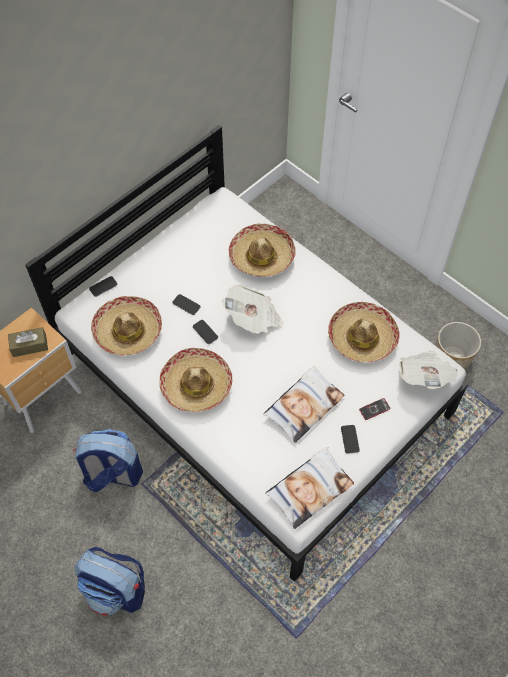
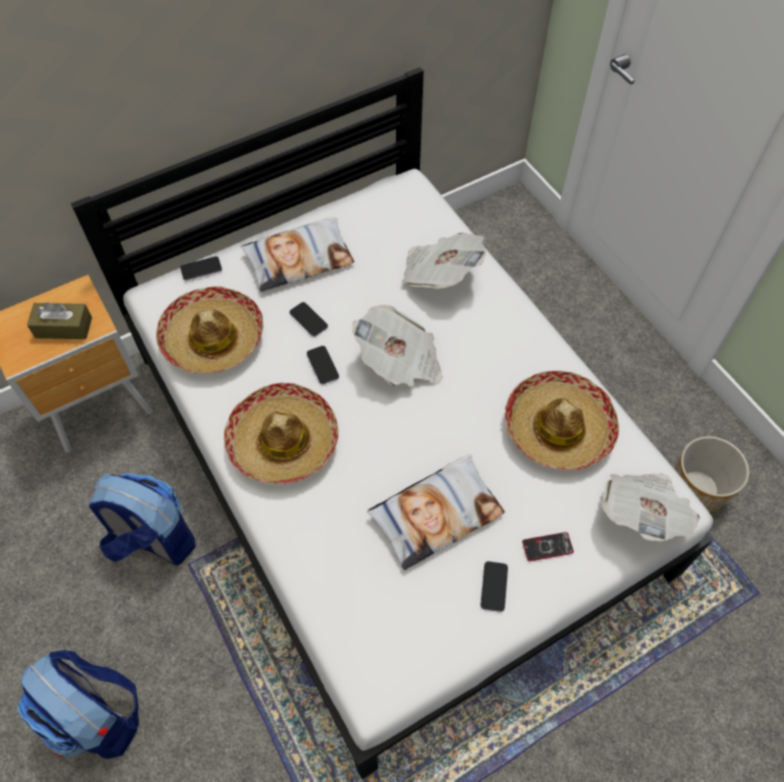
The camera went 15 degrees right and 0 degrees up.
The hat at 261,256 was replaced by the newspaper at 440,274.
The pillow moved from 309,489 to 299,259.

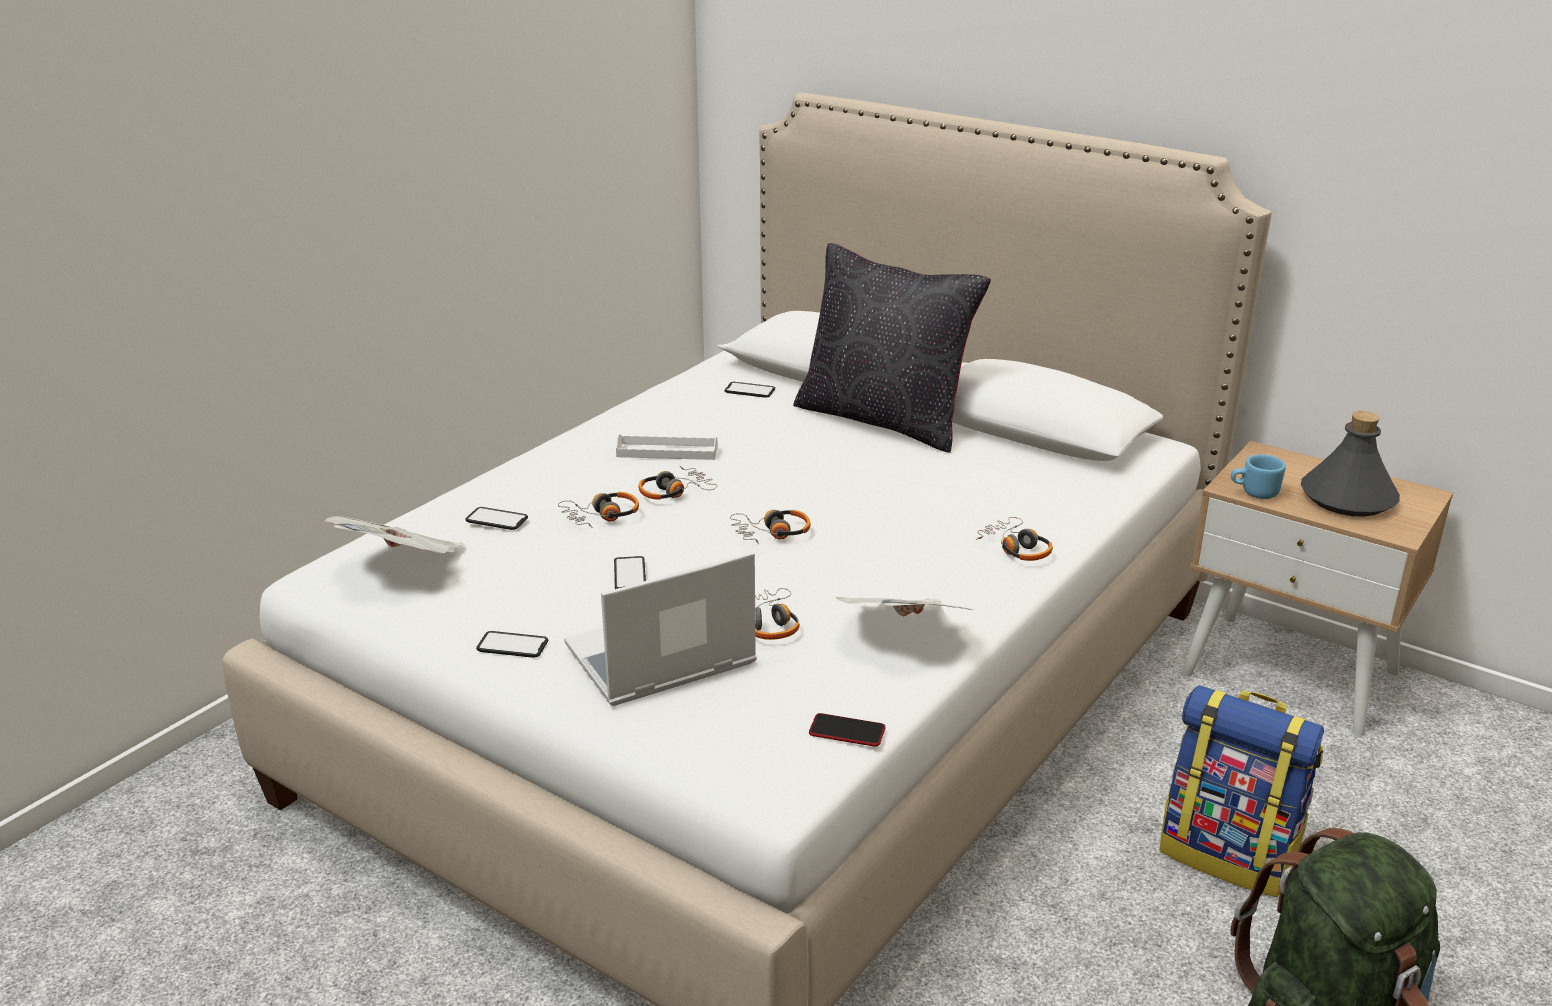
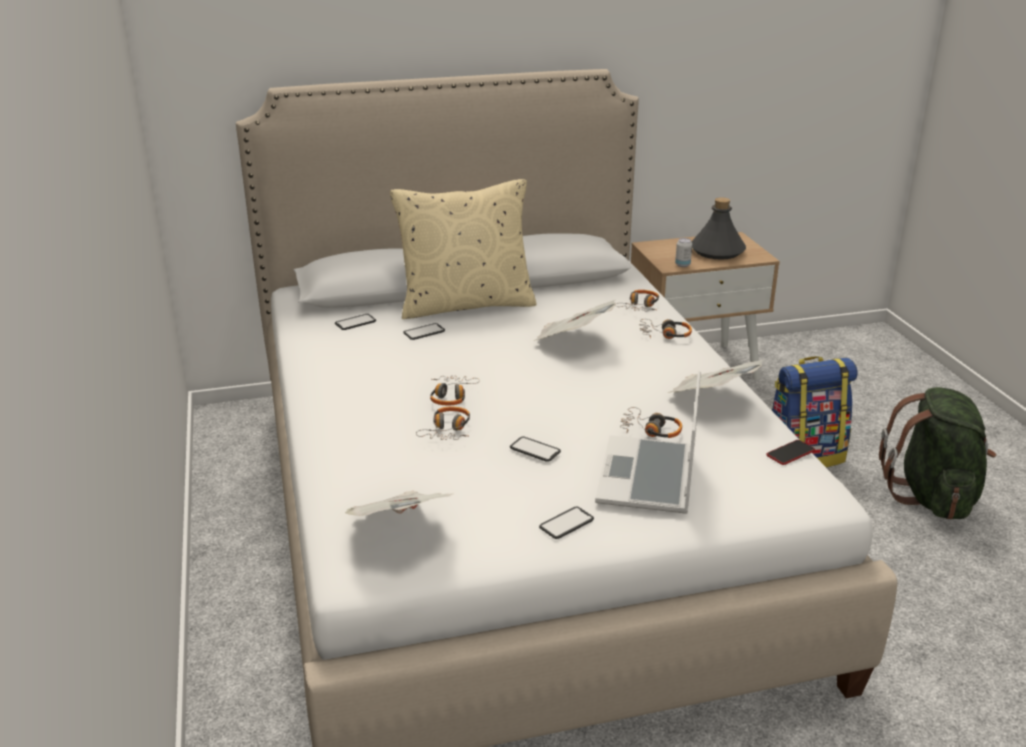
The camera went 50 degrees left and 0 degrees up.
The phone moved from 496,519 to 424,332.
The tray (white) at 667,451 disappeared.
The headphones moved from 771,533 to 640,306.
The pillow (black) at 884,419 became the pillow (beige) at 465,304.
The mug (blue) at 1253,493 was replaced by the can at 682,265.
The newspaper at 573,340 appeared.

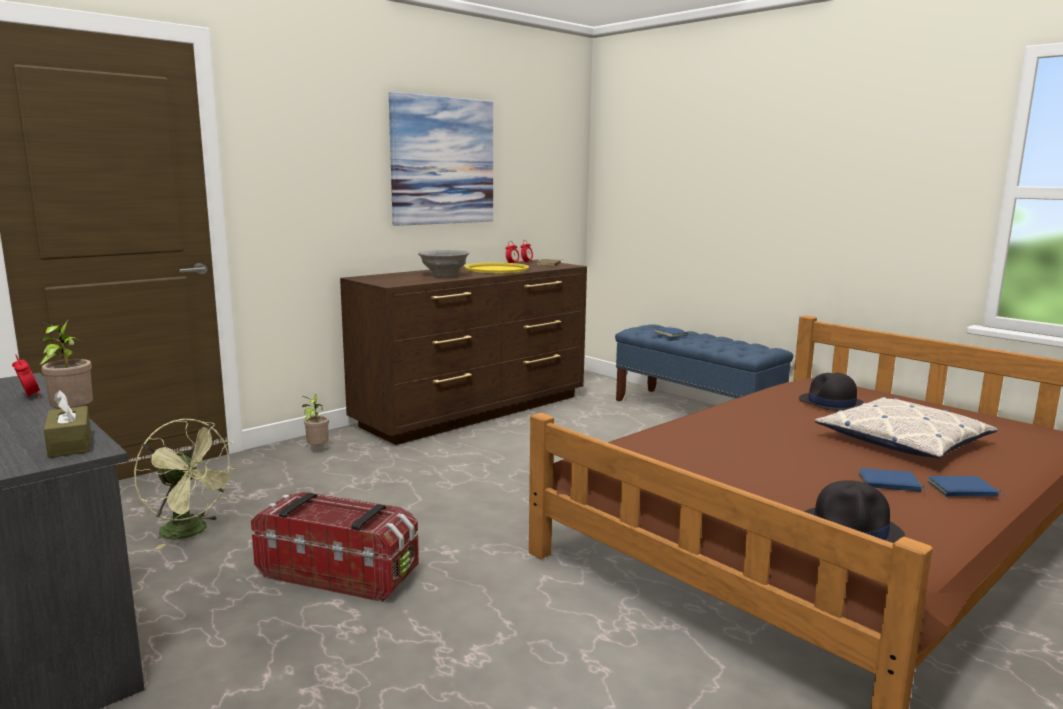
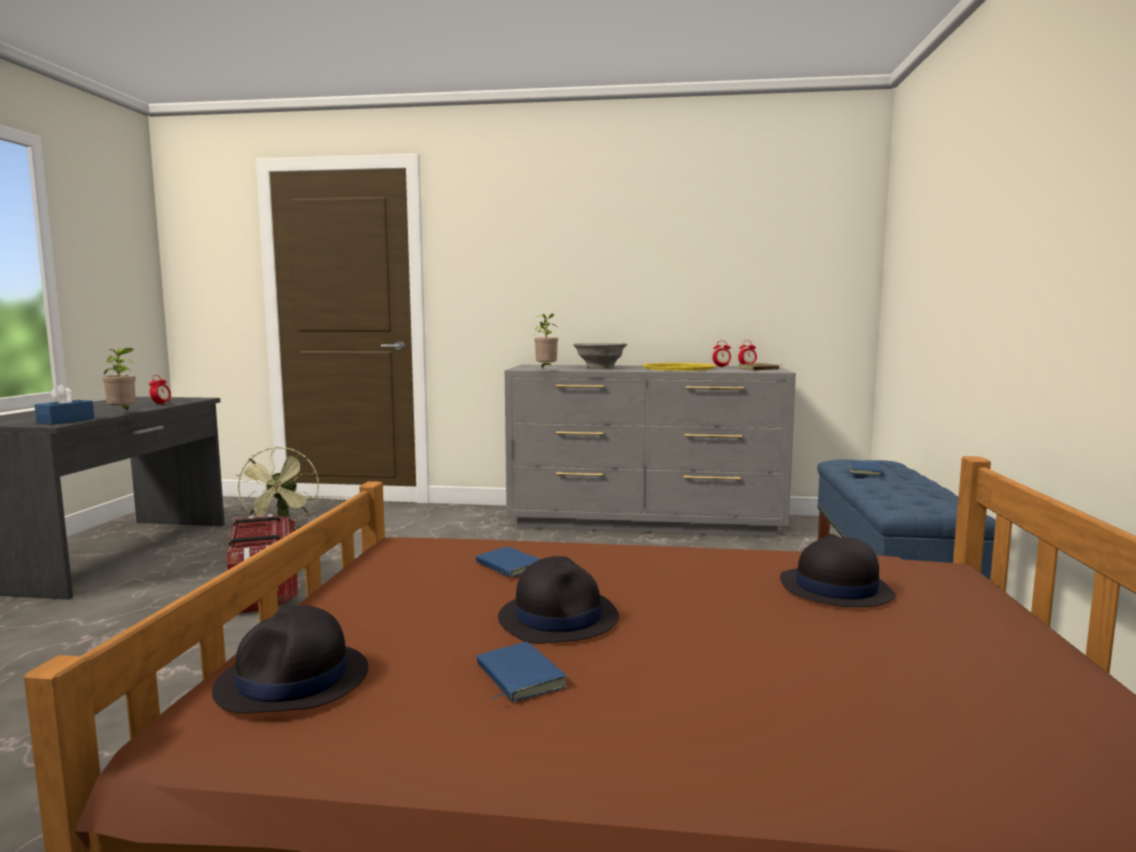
The camera went 50 degrees right and 5 degrees down.
The tissue box (brown) at 70,444 became the tissue box (blue) at 66,421.
The potted plant moved from 317,449 to 546,369.
The dresser (brown) at 475,411 became the dresser (grey) at 646,522.
The picture at 442,161 disappeared.
The pillow at 903,441 disappeared.
The book (blue) moved from 962,491 to 507,566.
The hat (black) at 558,618 appeared.

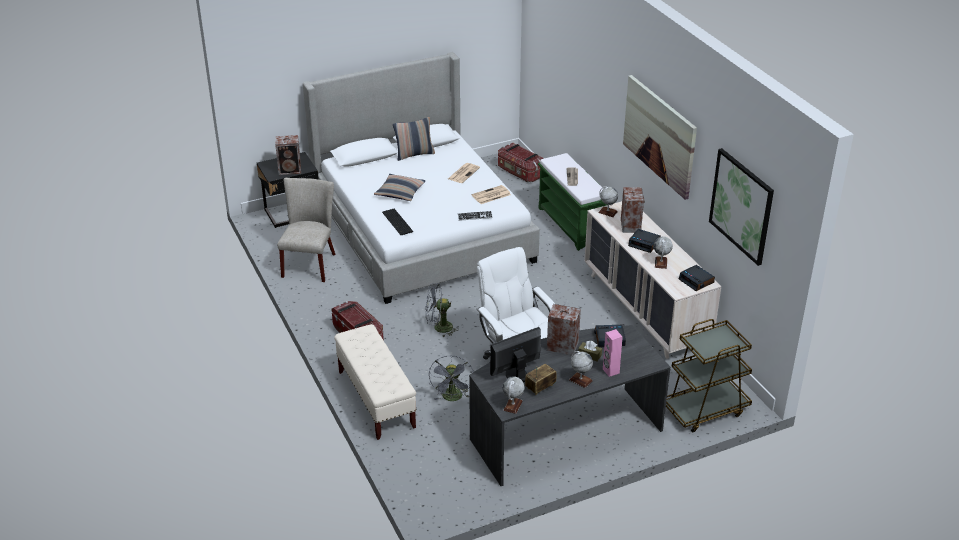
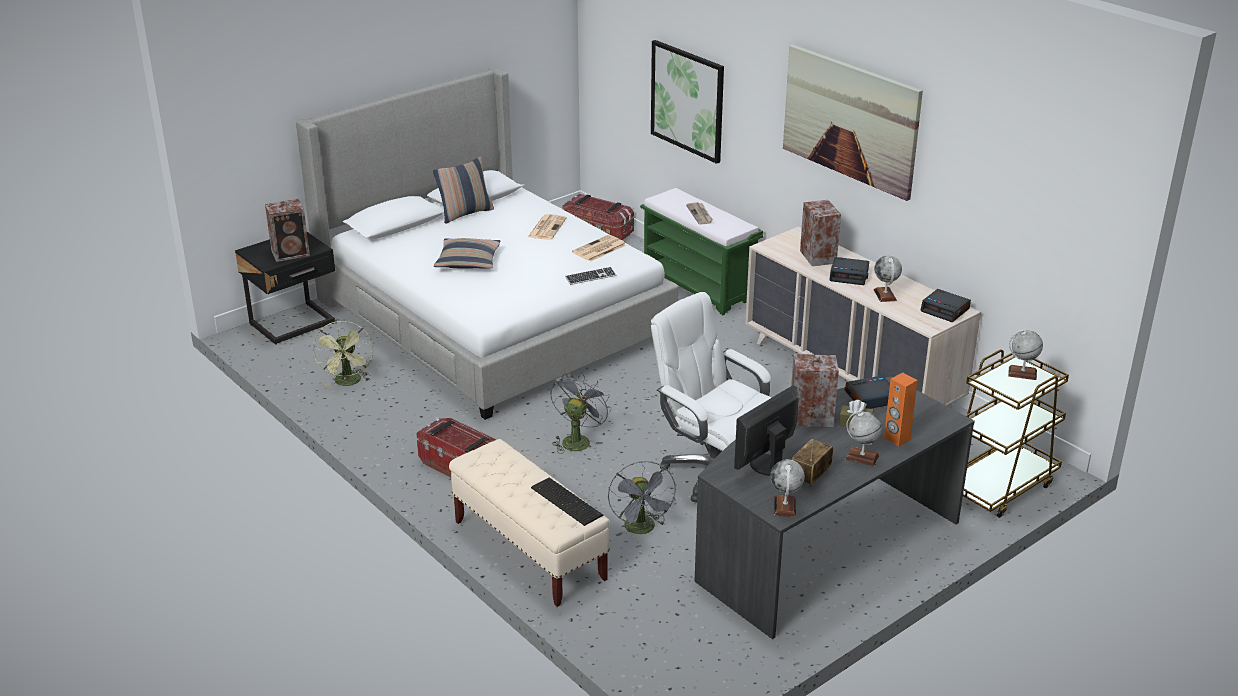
The camera went 15 degrees left and 5 degrees down.
The chair (beige) at 310,263 was replaced by the fan (green) at 348,383.
The keyboard moved from 398,221 to 567,500.
The fan (grey) at 439,328 turned 135 degrees clockwise.
The globe moved from 607,212 to 1022,373.
The speaker (pink) at 610,371 became the speaker (orange) at 896,439.
The picture moved from 741,206 to 687,100.

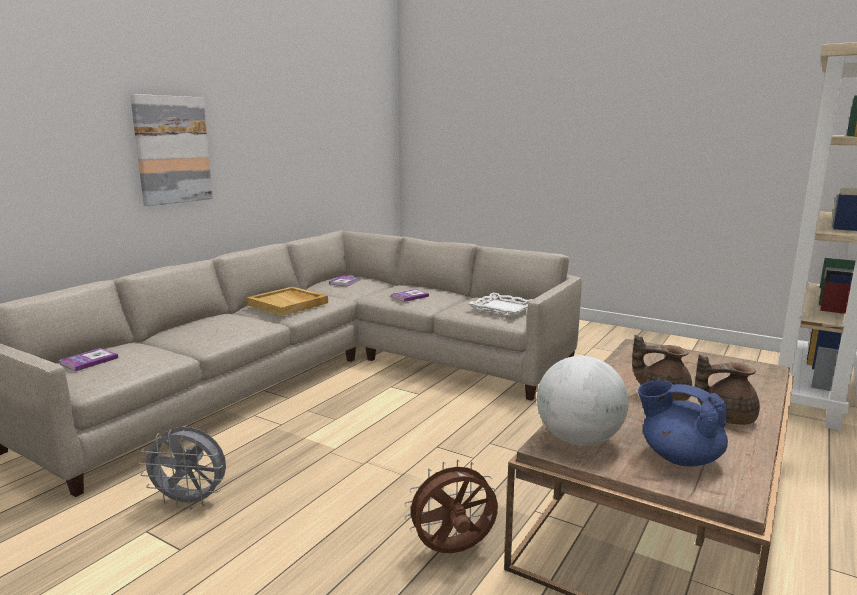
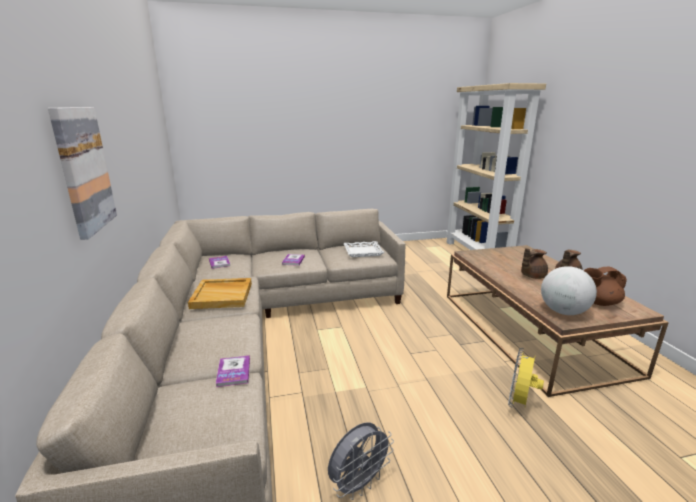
The camera went 45 degrees left and 5 degrees up.
The book moved from 89,361 to 233,372.
The fan (brown) at 453,551 became the fan (yellow) at 519,403.
The teapot (blue) at 679,457 became the teapot (brown) at 597,302.

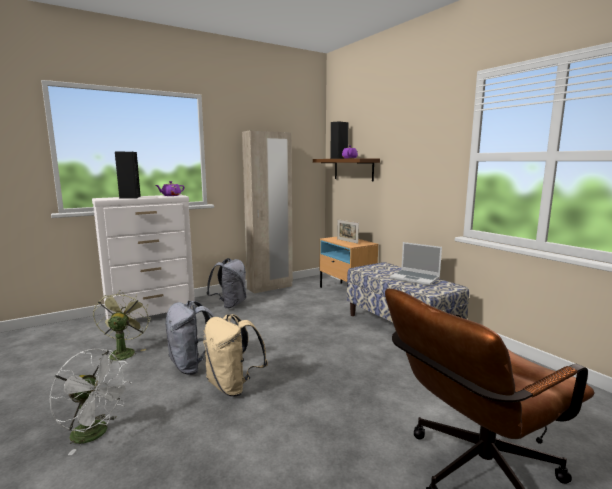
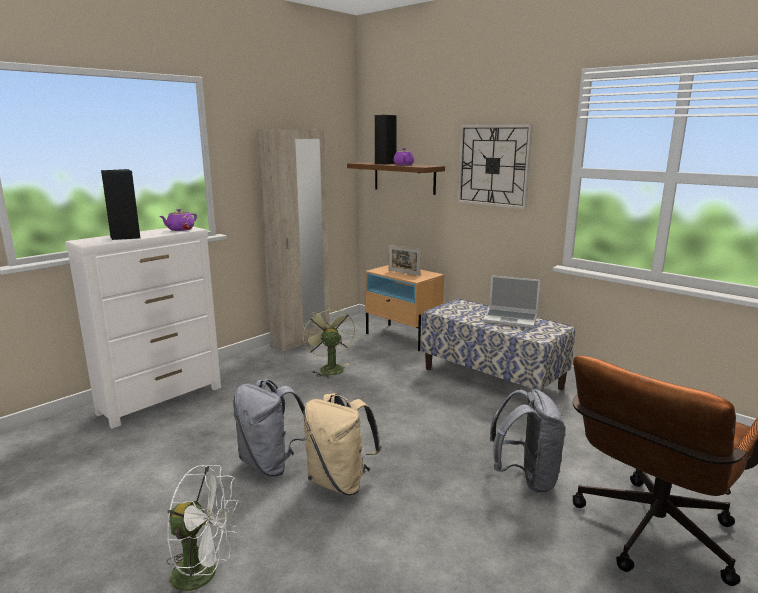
The camera went 15 degrees left and 5 degrees up.
The fan (green) moved from 123,352 to 329,368.
The backpack (grey) moved from 230,304 to 526,478.
The wall clock at 493,165 appeared.

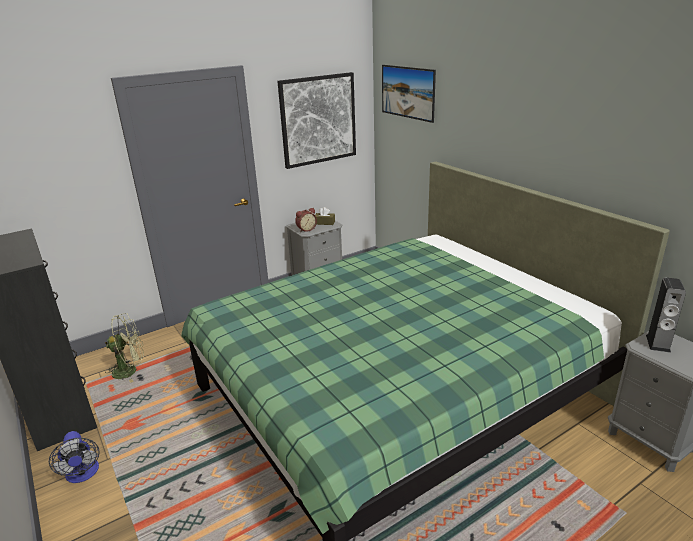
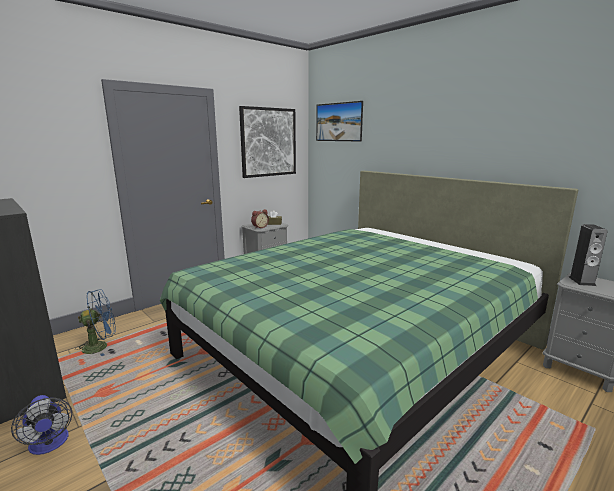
The camera went 10 degrees left and 10 degrees down.
The fan (green) at 130,370 became the fan (blue) at 101,346.

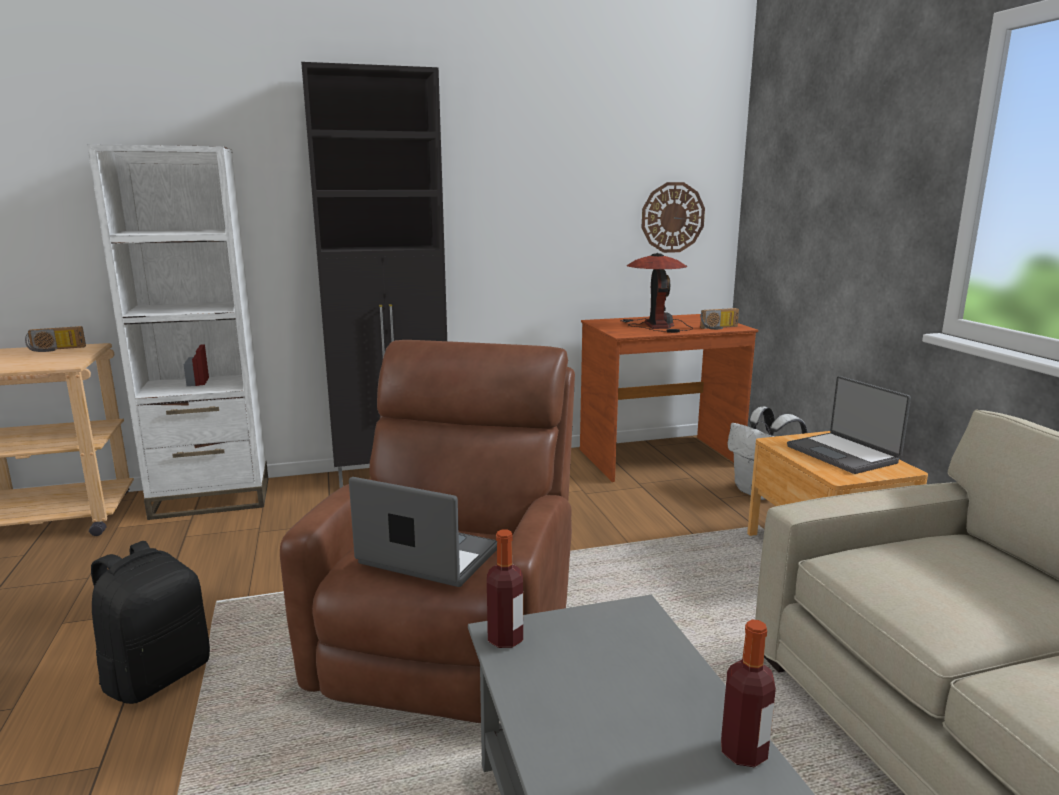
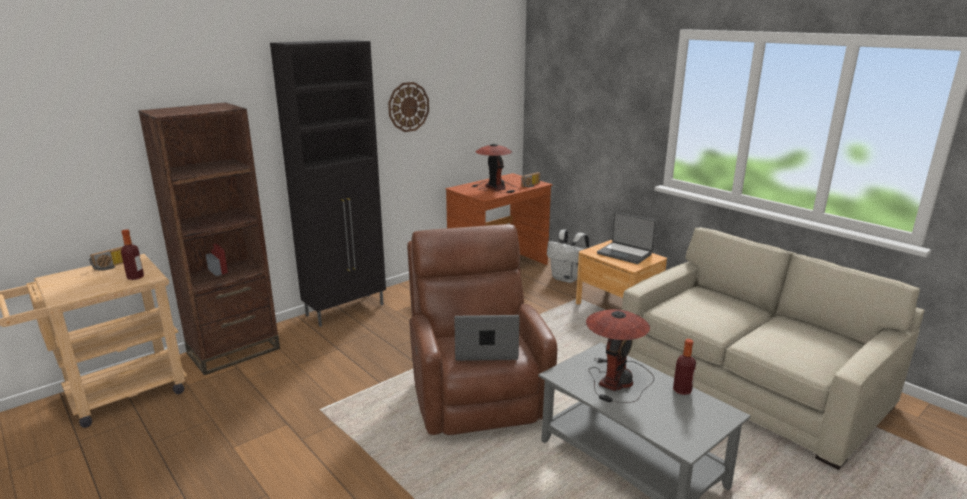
The camera went 25 degrees left and 5 degrees up.
The bookcase (white) at 211,498 became the bookcase (brown) at 234,351.
The backpack (black) at 157,675 disappeared.
The bottle moved from 505,639 to 135,277.
The wall clock moved from 672,217 to 408,107.
The table lamp at 617,379 appeared.

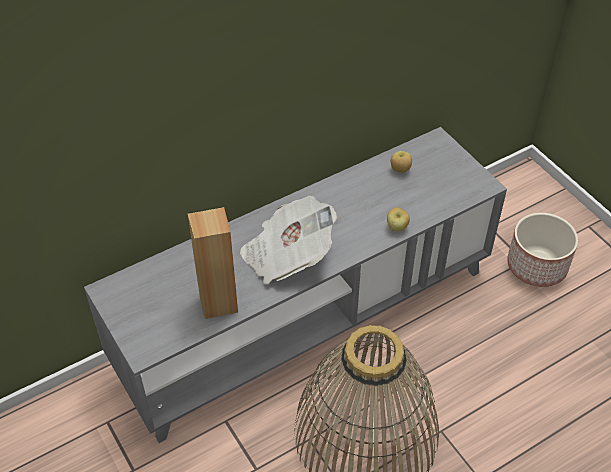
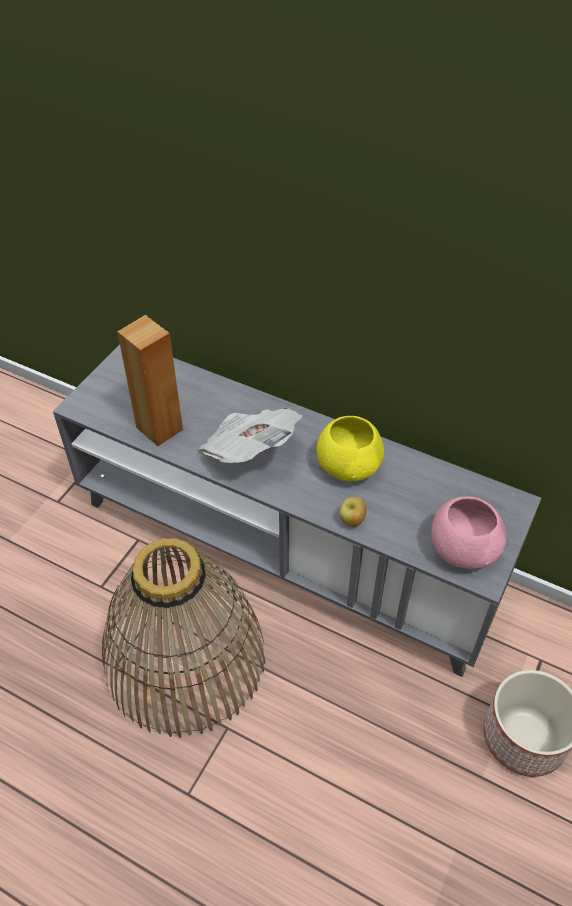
The camera went 60 degrees right and 0 degrees up.
The apple at 400,170 disappeared.
The bowl (yellow) at 349,465 appeared.
The bowl (pink) at 463,547 appeared.

